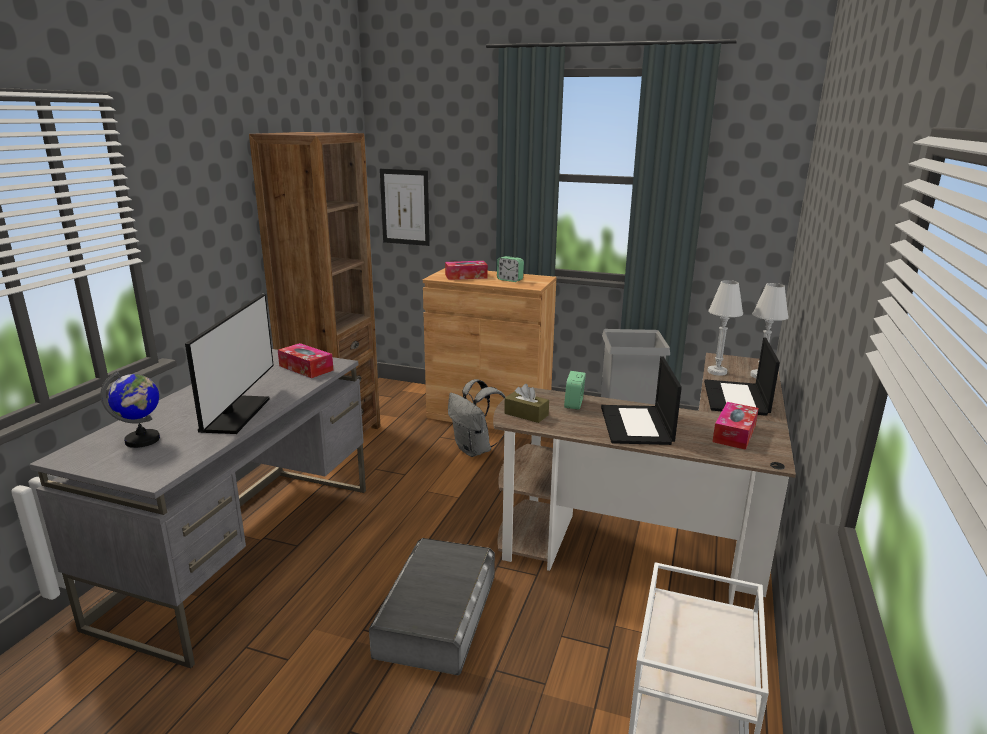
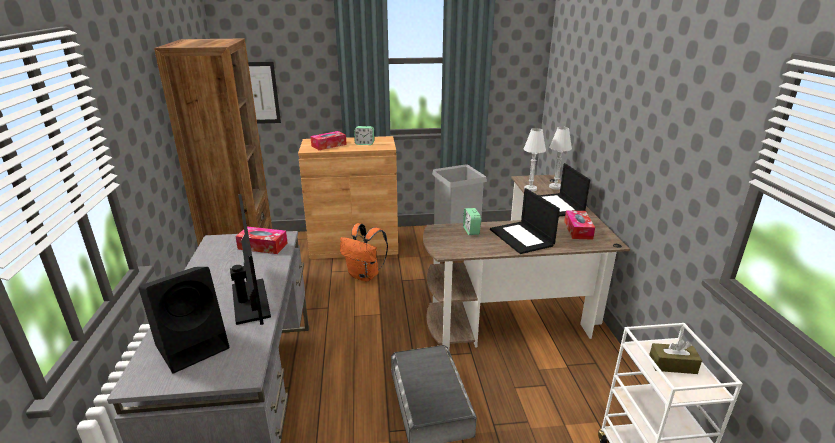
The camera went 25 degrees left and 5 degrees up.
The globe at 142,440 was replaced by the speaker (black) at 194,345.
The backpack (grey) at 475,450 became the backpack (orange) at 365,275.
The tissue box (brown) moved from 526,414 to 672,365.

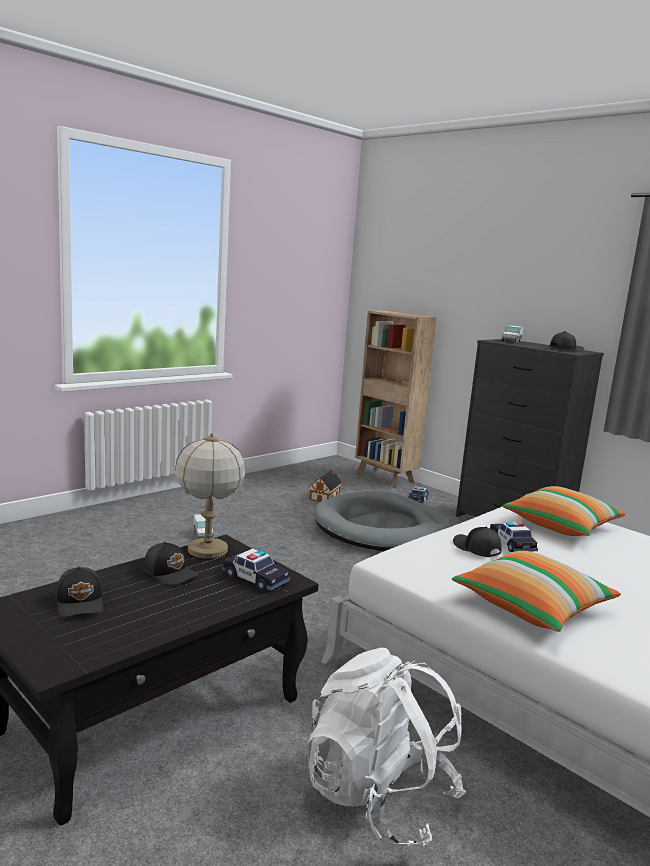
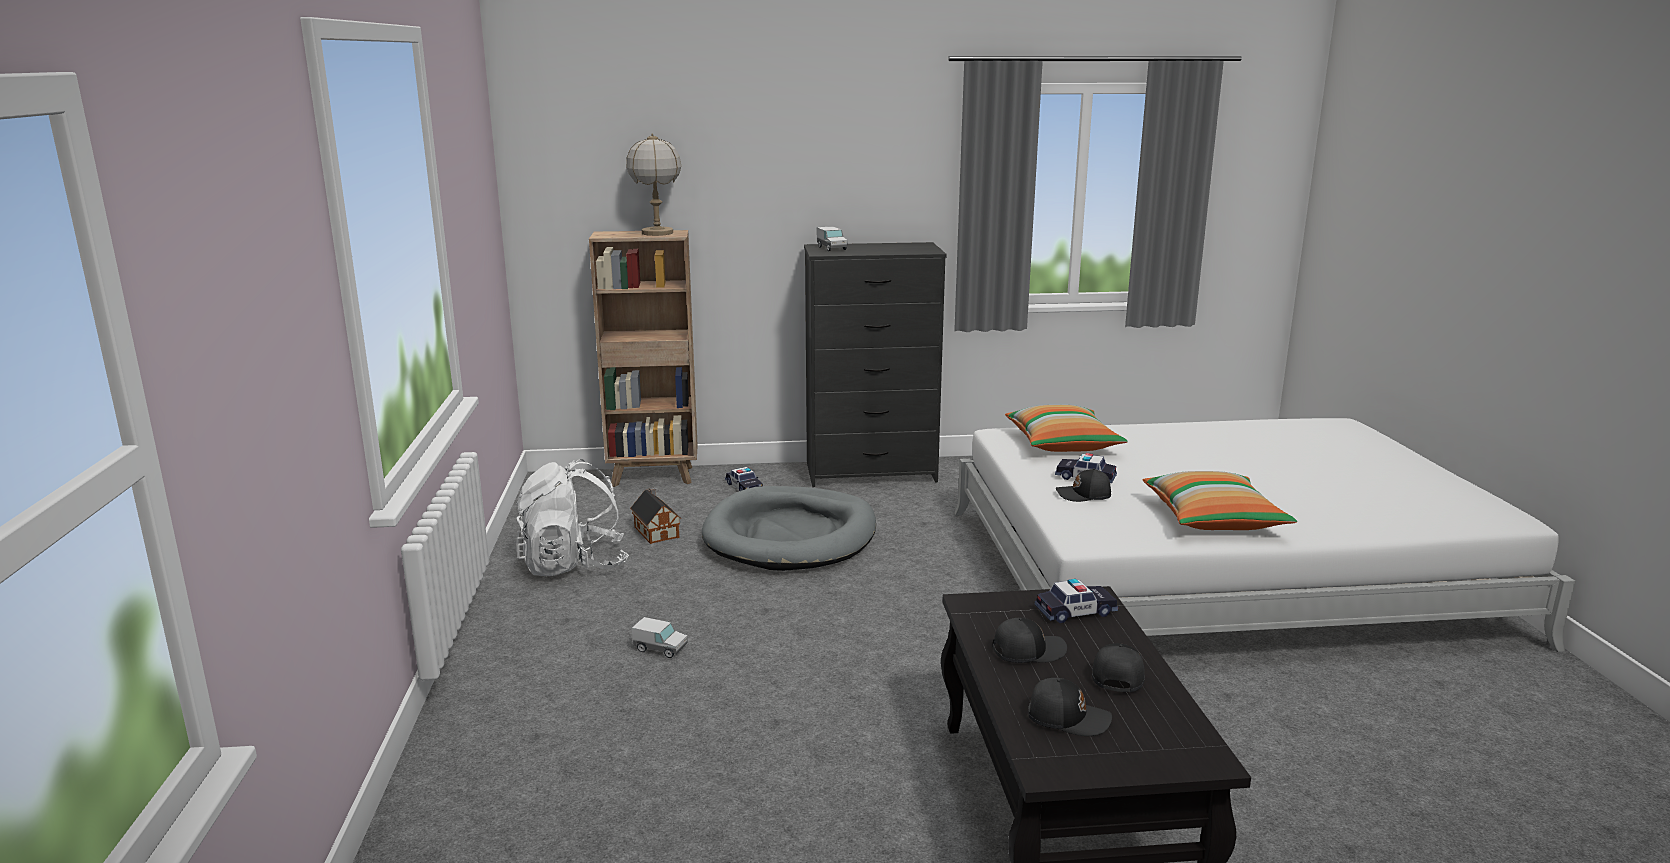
The camera went 50 degrees left and 5 degrees up.
The table lamp moved from 207,550 to 657,233.
The backpack (white) moved from 378,797 to 573,565.
The cap (black) moved from 565,349 to 1116,675.

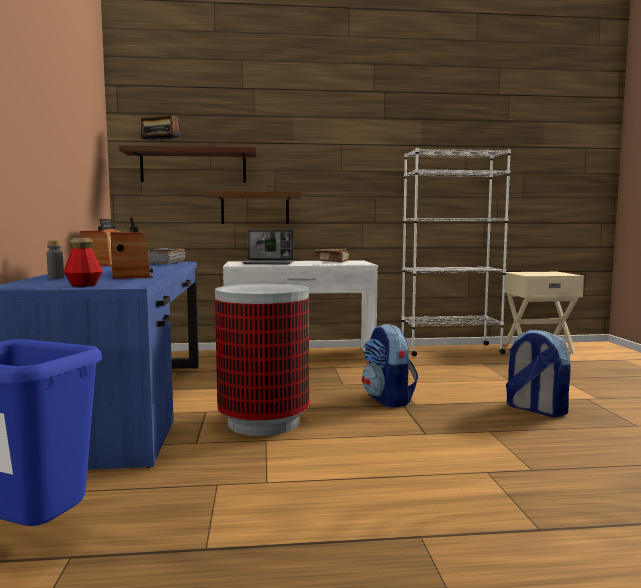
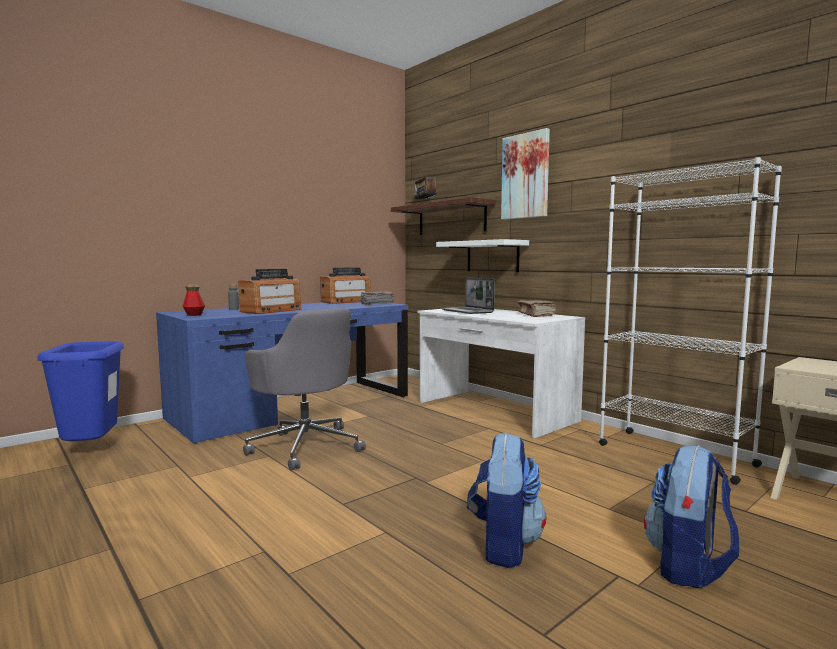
The camera went 55 degrees right and 0 degrees up.
The shelf (brown) at 255,208 became the shelf (white) at 492,256.
The trash can at 264,422 was replaced by the office chair (grey) at 305,446.
The backpack moved from 388,400 to 688,566.
The picture at 525,176 appeared.

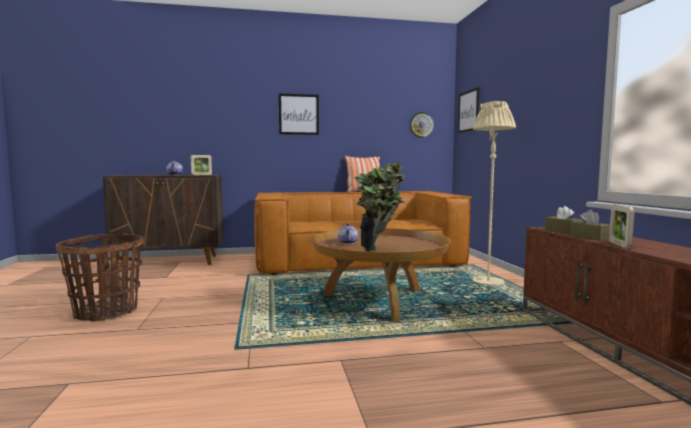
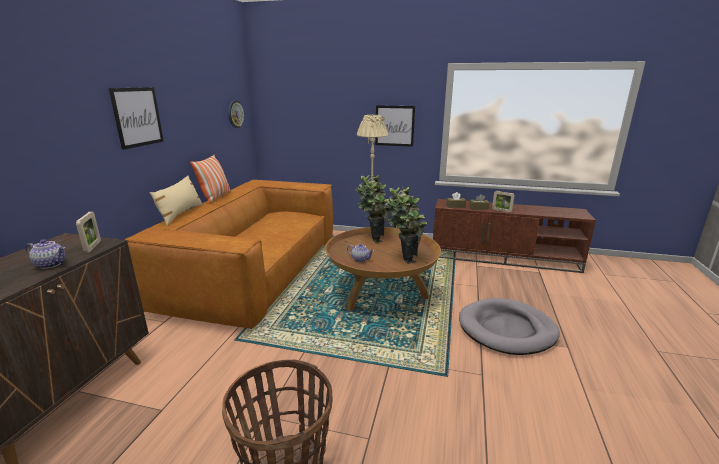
The camera went 65 degrees left and 15 degrees up.
The picture moved from 468,111 to 394,126.
The pillow (beige) at 180,214 appeared.
The potted plant at 373,237 appeared.
The dog bed (grey) at 507,329 appeared.

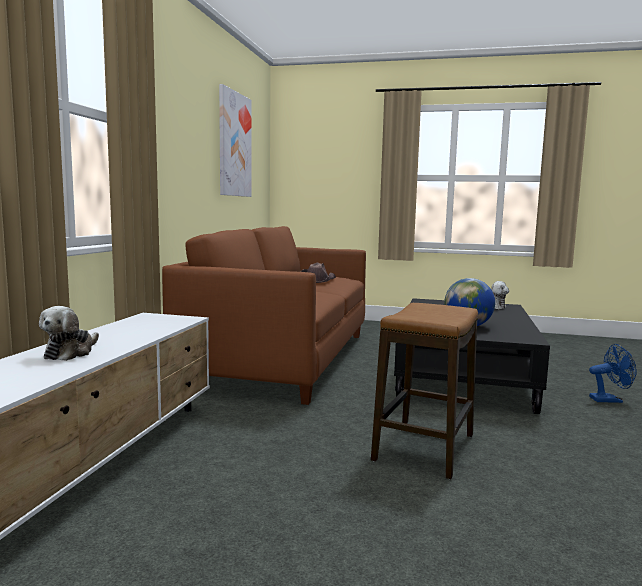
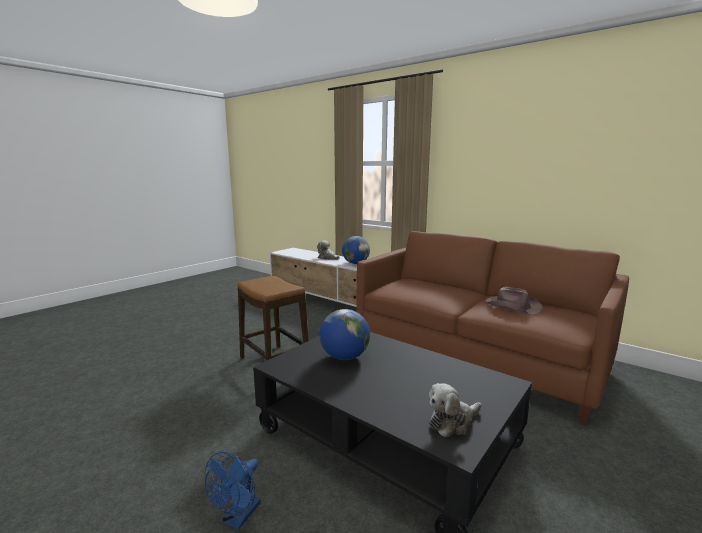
The camera went 115 degrees right and 5 degrees up.
The picture at 234,144 disappeared.
The globe at 355,263 appeared.

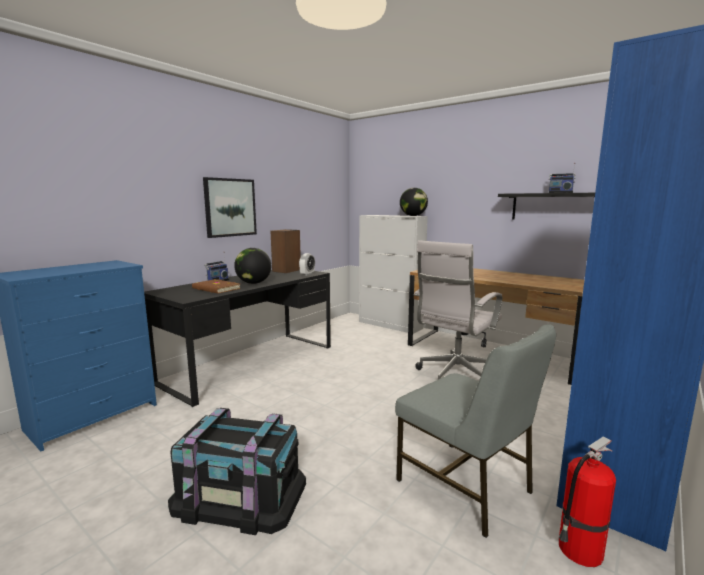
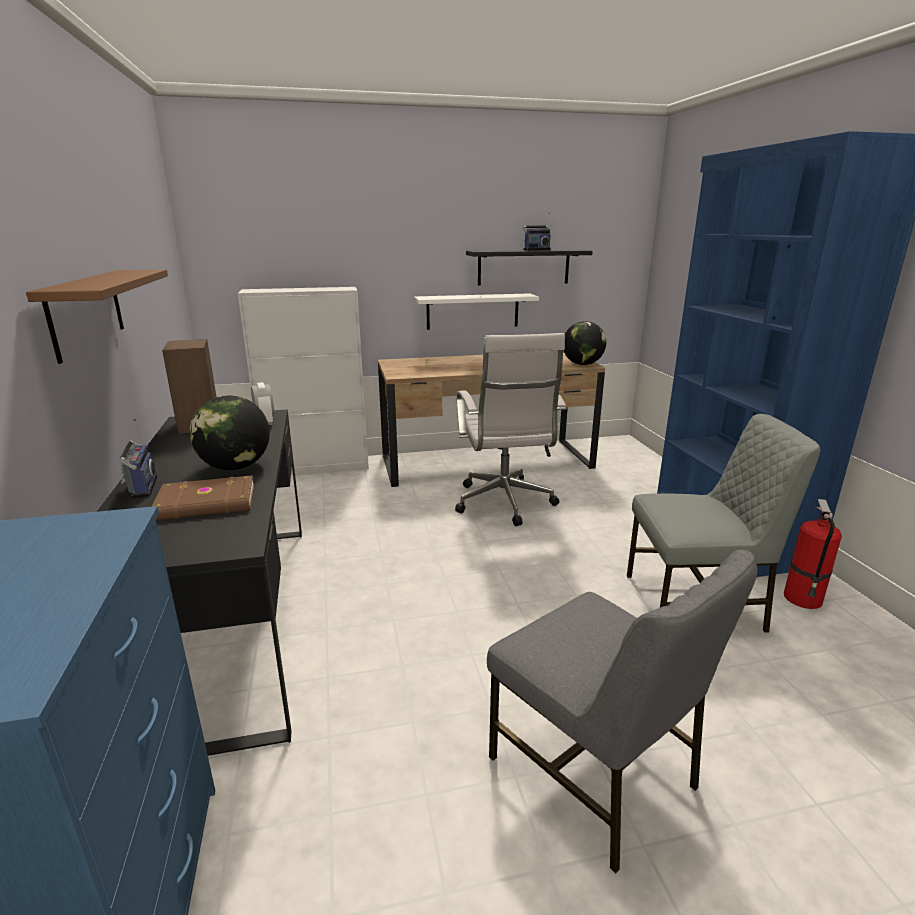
The camera went 50 degrees left and 10 degrees up.
The storage box (black) at 239,495 was replaced by the chair (grey) at 595,772.
The picture at 230,207 was replaced by the shelf (brown) at 87,312.
The globe moved from 413,216 to 582,364.
The shelf (white) at 472,311 appeared.

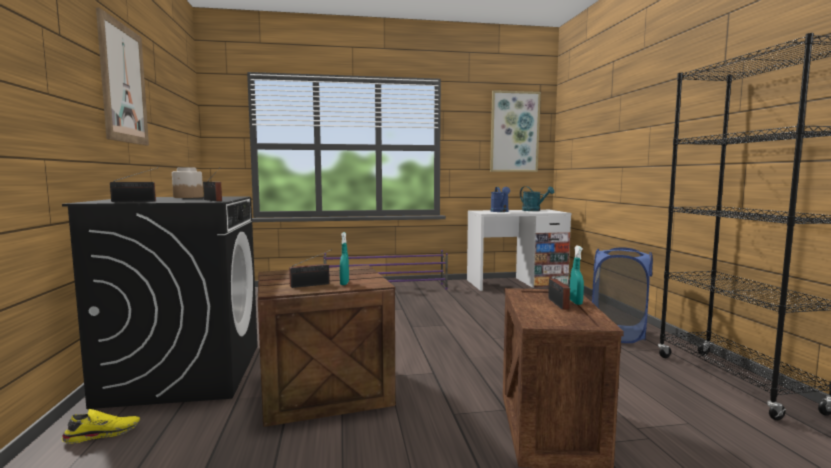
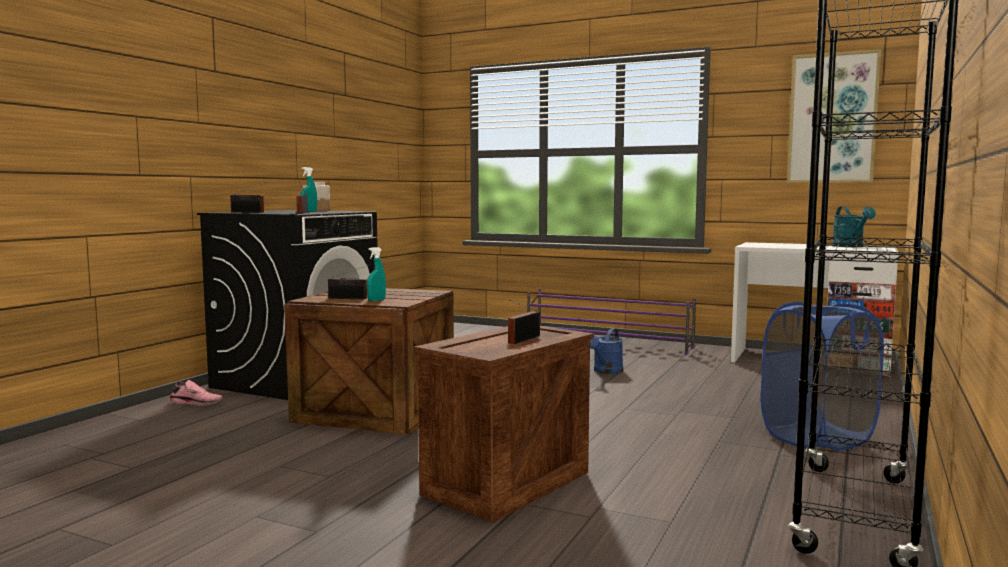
The camera went 35 degrees right and 0 degrees up.
The shoe (yellow) at 103,433 became the shoe (pink) at 197,403.
The picture at 123,83 disappeared.
The watering can (blue) moved from 500,211 to 606,371.
The spray bottle (turquoise) moved from 575,302 to 309,211.

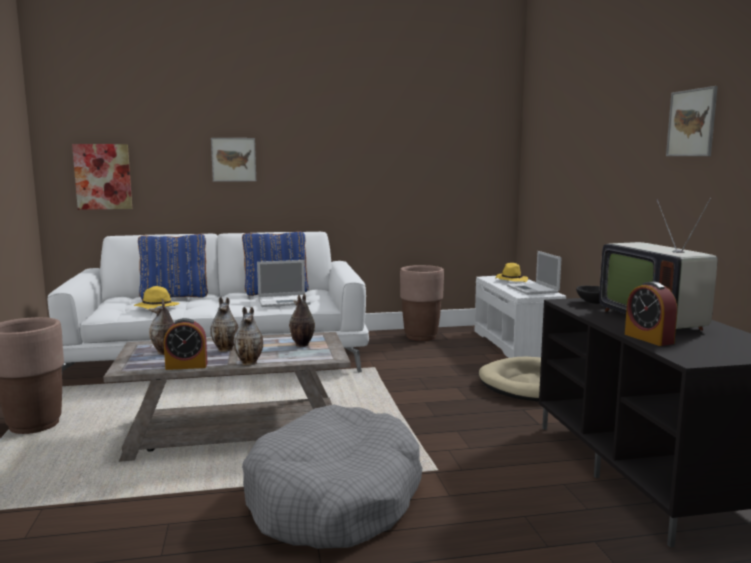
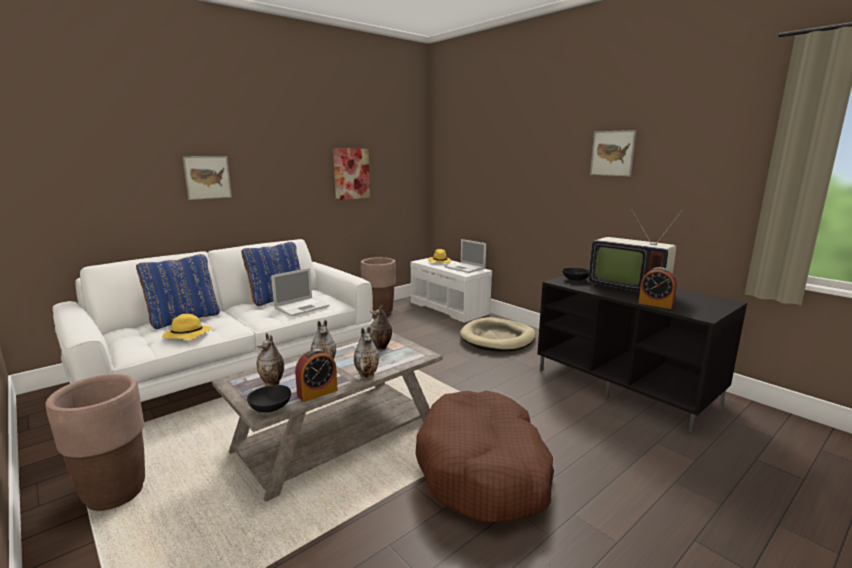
The camera went 30 degrees left and 5 degrees up.
The picture moved from 103,176 to 351,174.
The dog bed (grey) at 334,498 became the dog bed (brown) at 484,470.
The bowl (black) at 270,408 appeared.

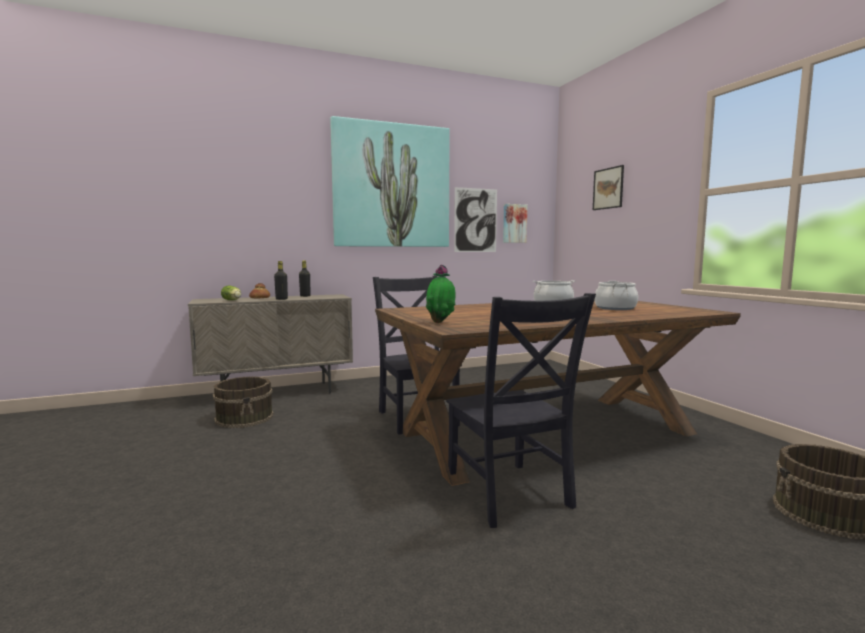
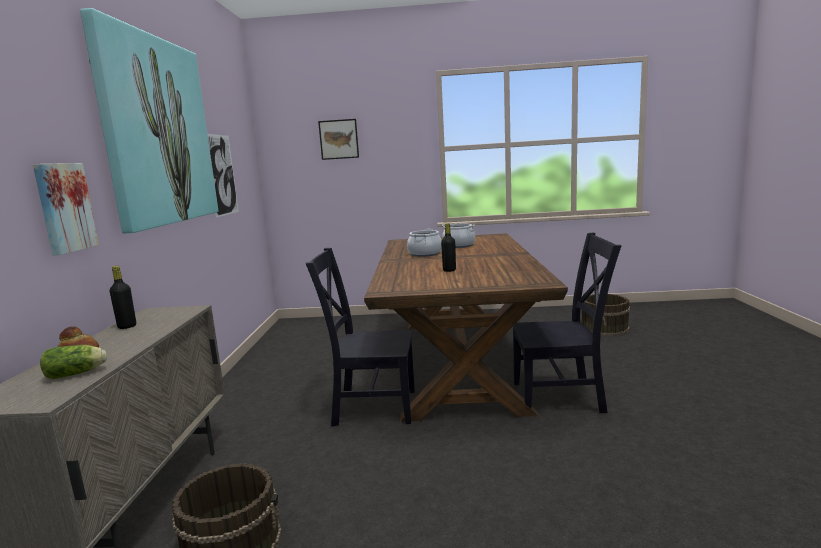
The camera went 65 degrees left and 5 degrees up.
The bottle (black) moved from 281,299 to 449,270.
The potted plant at 441,322 disappeared.
The picture moved from 514,223 to 64,207.

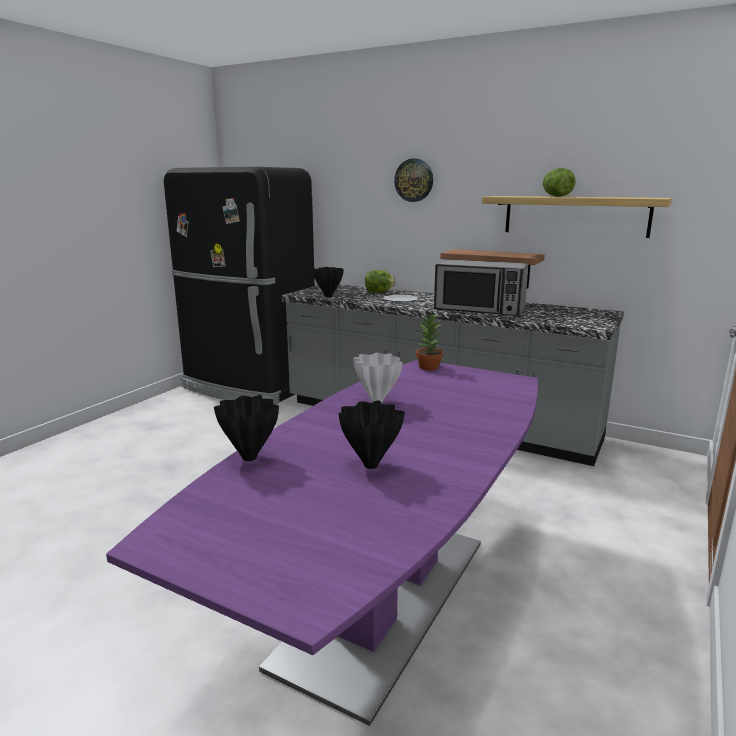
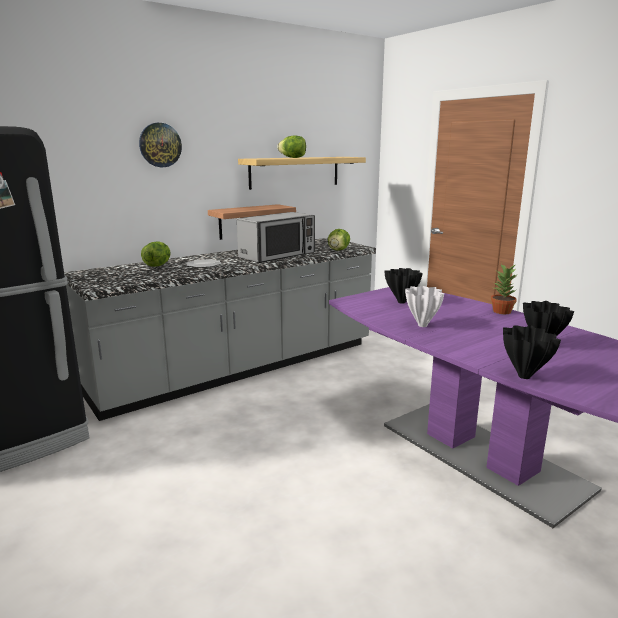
The camera went 65 degrees left and 0 degrees up.
The vase (black) moved from 328,296 to 402,302.
The potted plant moved from 428,367 to 502,311.
The lettuce at 338,250 appeared.

